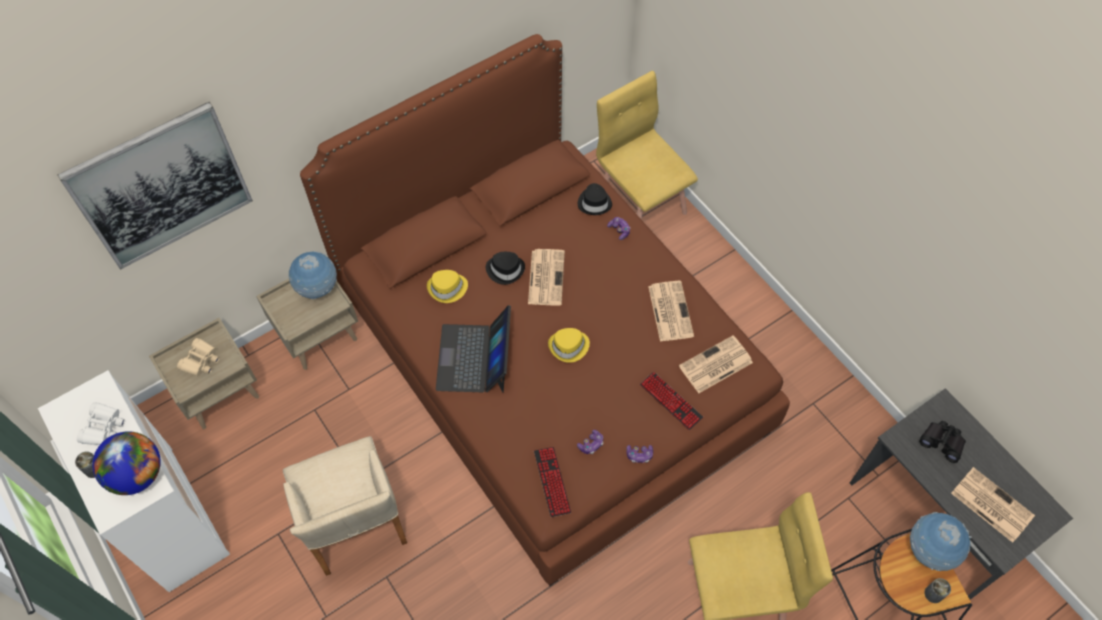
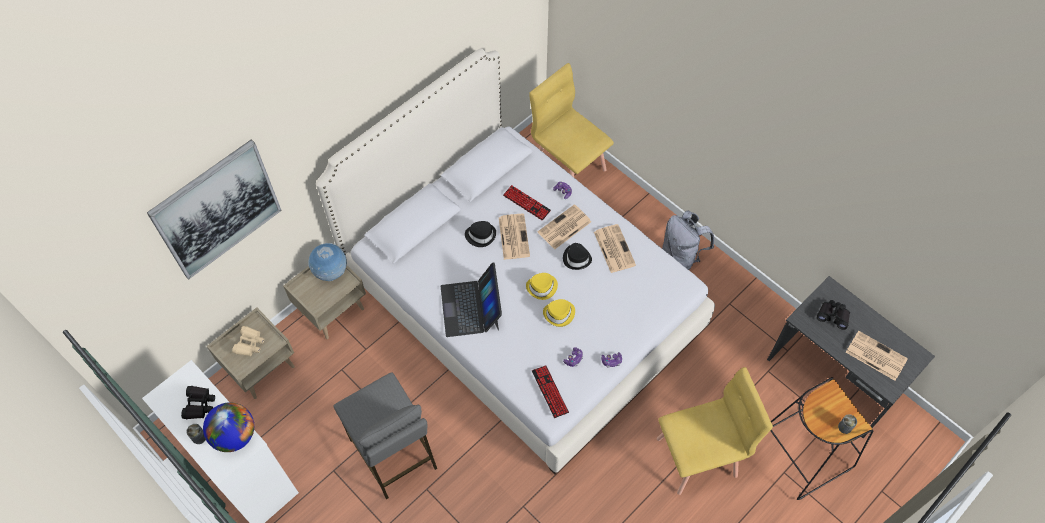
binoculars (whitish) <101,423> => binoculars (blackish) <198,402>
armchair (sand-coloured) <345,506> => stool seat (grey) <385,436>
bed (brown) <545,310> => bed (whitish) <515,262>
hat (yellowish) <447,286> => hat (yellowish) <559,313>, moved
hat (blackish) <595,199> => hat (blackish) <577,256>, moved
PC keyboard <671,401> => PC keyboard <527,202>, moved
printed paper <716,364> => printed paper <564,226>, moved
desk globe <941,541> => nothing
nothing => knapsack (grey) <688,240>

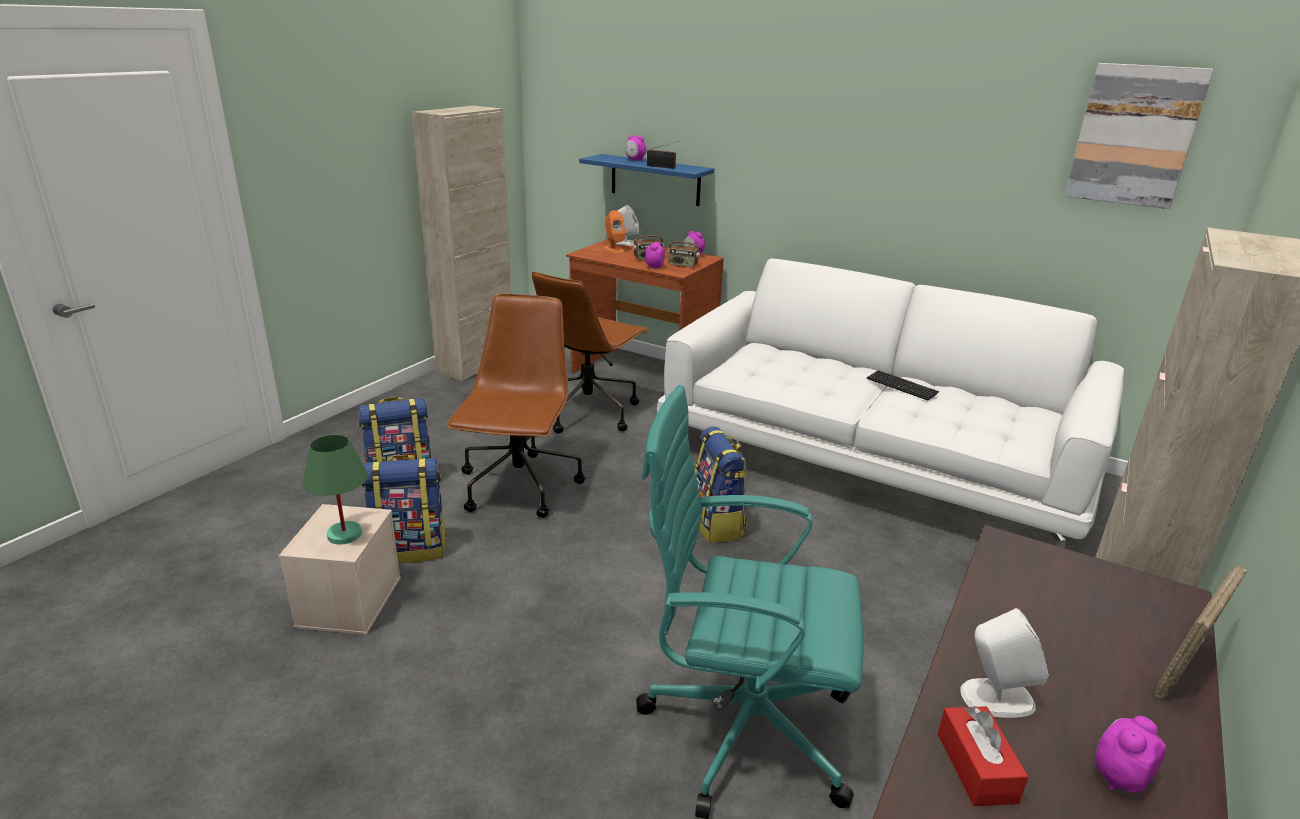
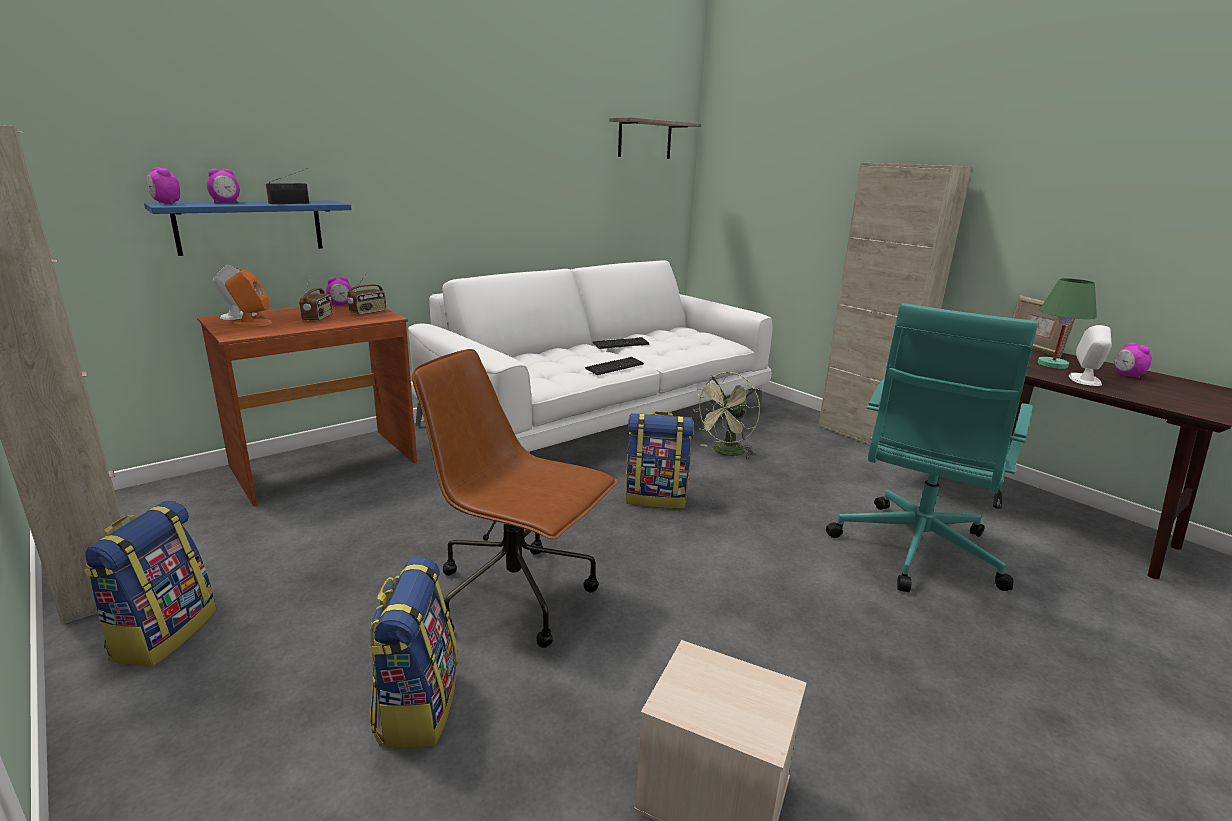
tabletop lamp (green) <335,489> => tabletop lamp (green) <1067,323>, moved
knapsack <404,509> => knapsack <150,583>, moved
desk chair (brown) <590,352> => nothing
bedside clock <655,255> => bedside clock <163,185>, moved
box of tissues (red) <983,756> => nothing
picture <1139,136> => wall shelf <655,138>
nothing => PC keyboard <614,366>
nothing => cooling fan (green) <726,416>

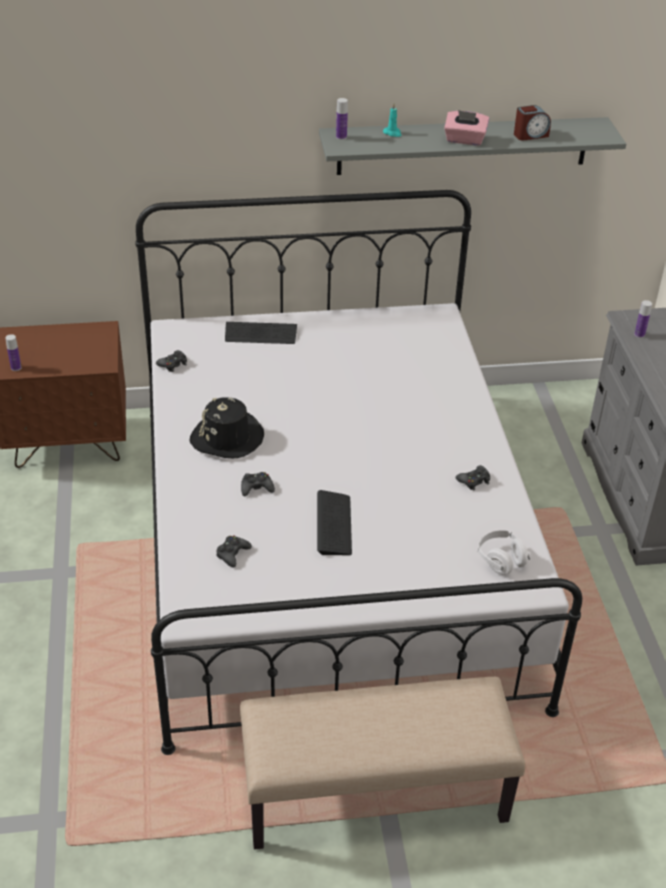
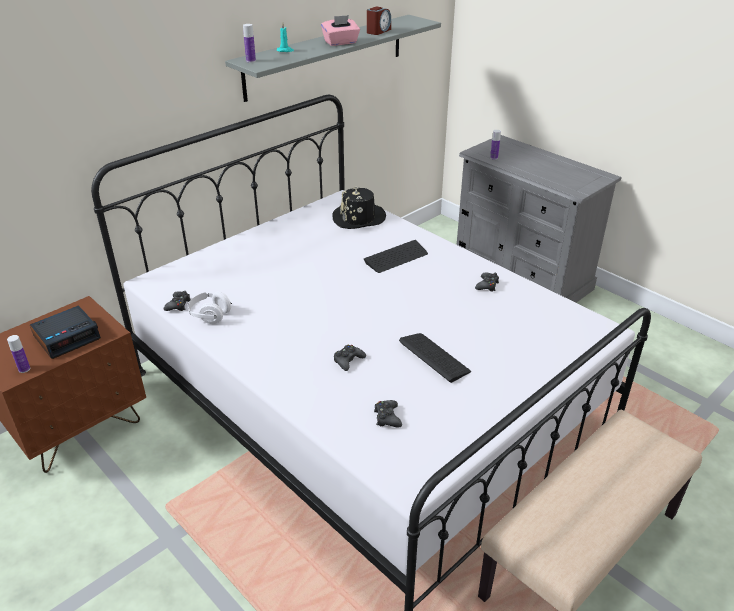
hat (blackish) <227,427> => hat (blackish) <359,208>, moved
PC keyboard <261,333> => PC keyboard <396,256>, moved
headphones (whitish) <504,552> => headphones (whitish) <209,308>, moved
nothing => bedside clock <65,332>

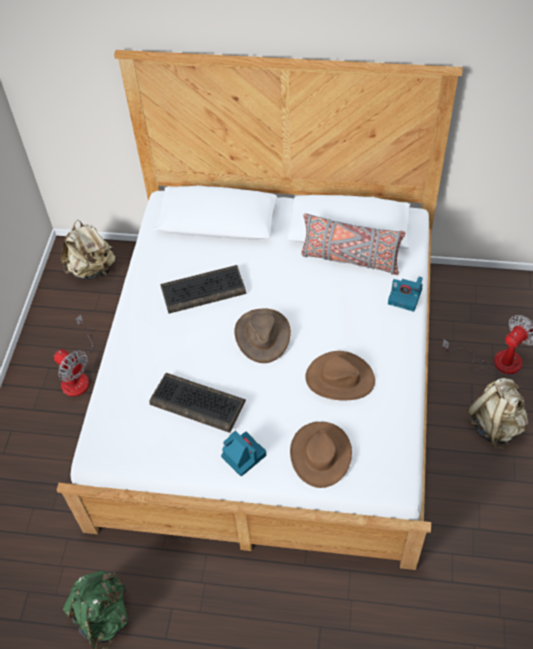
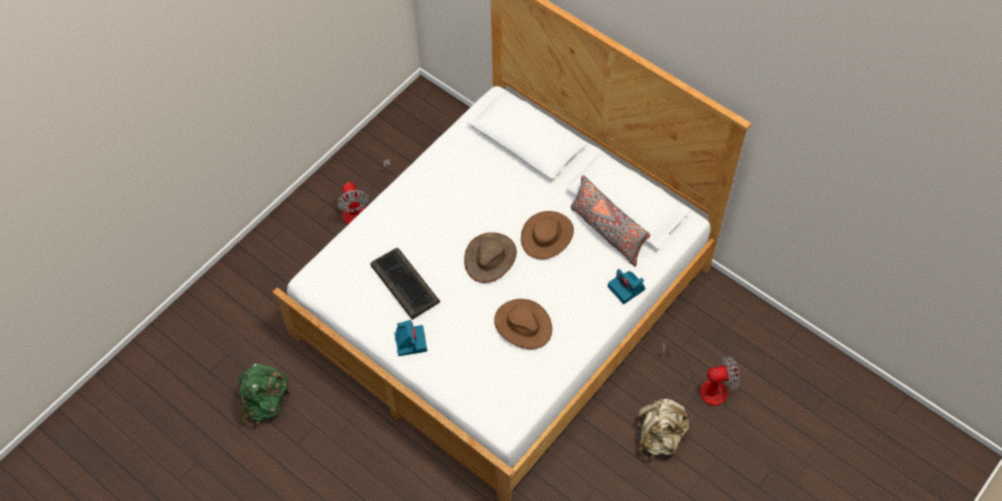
knapsack (sand-coloured) <88,249> => nothing
PC keyboard <203,289> => nothing
hat (brown) <321,455> => hat (brown) <547,235>, moved

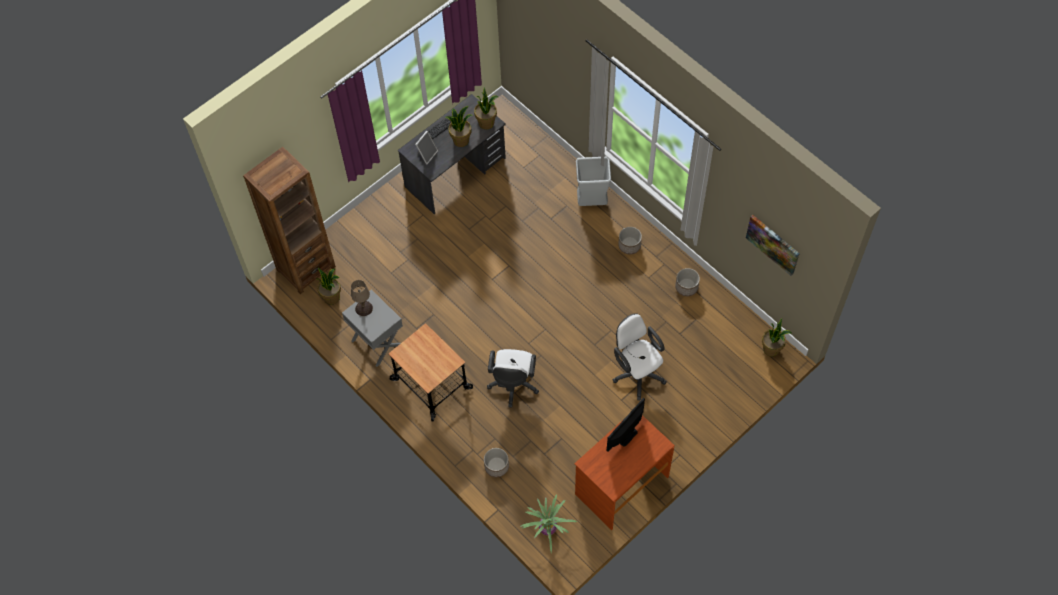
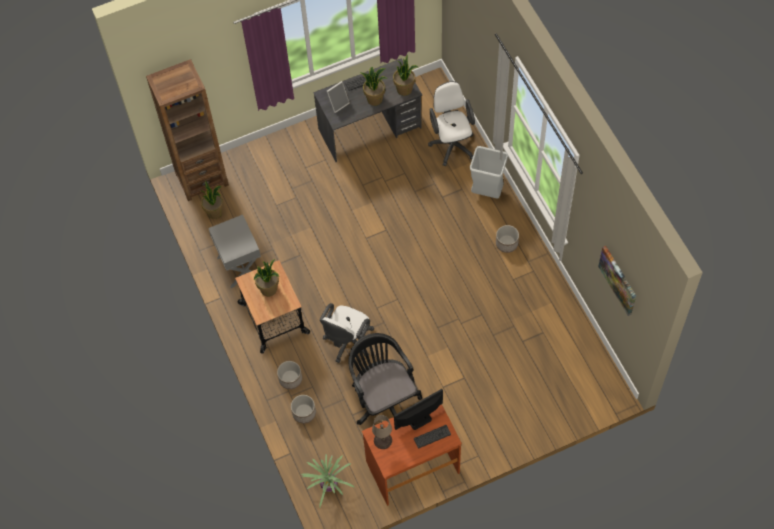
tabletop lamp (sand-coloured) <362,298> => tabletop lamp (sand-coloured) <382,432>, moved
desk chair (whitish) <640,356> => desk chair (whitish) <451,123>, moved
flower pot <687,282> => flower pot <289,375>, moved
houseplant <777,337> => houseplant <266,278>, moved
nothing => desk chair (blackish) <385,379>
nothing => PC keyboard <432,437>

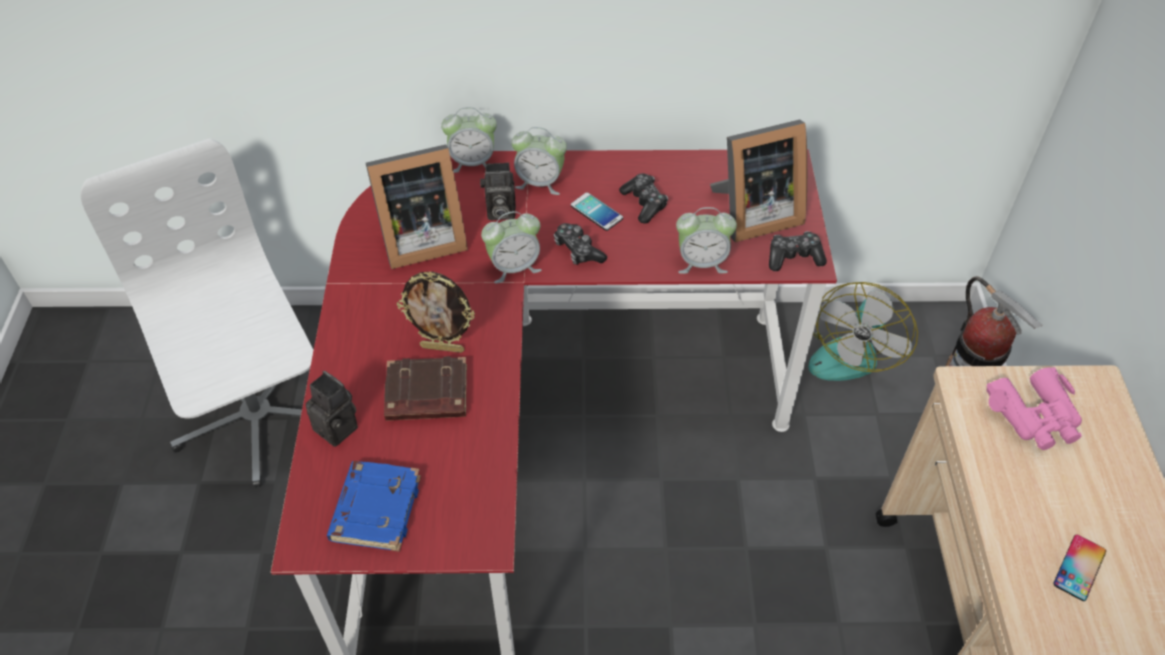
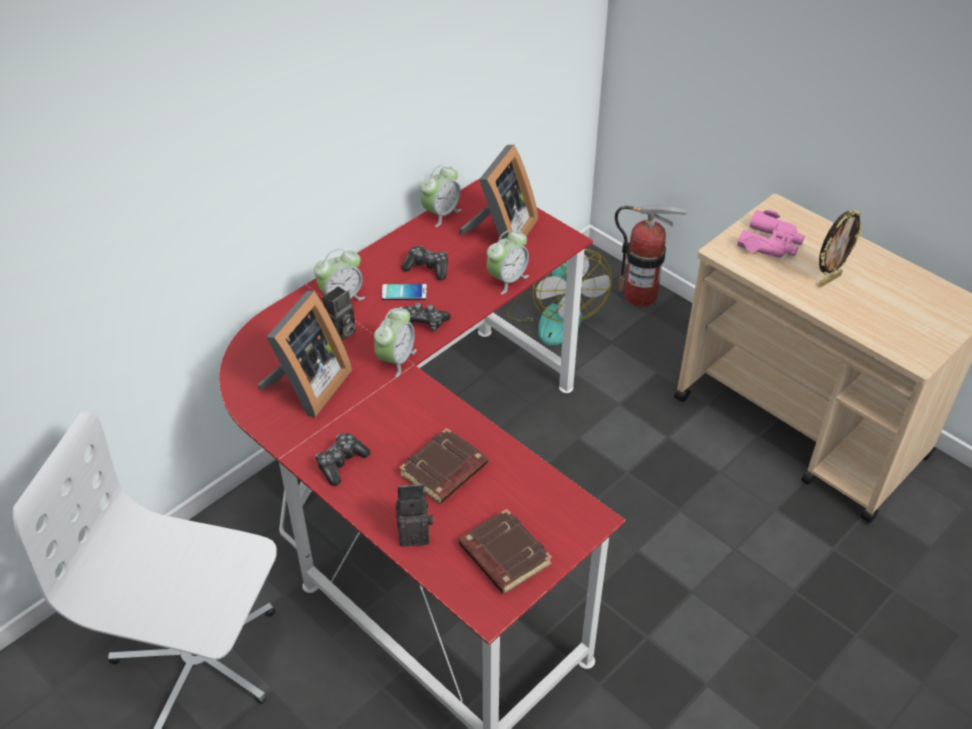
book (blue) <374,506> => book (brown) <505,551>
photo frame <436,312> => photo frame <840,248>, moved
bedside clock <469,140> => bedside clock <441,196>, moved
game controller <798,251> => game controller <342,459>, moved
phone <1079,568> => nothing

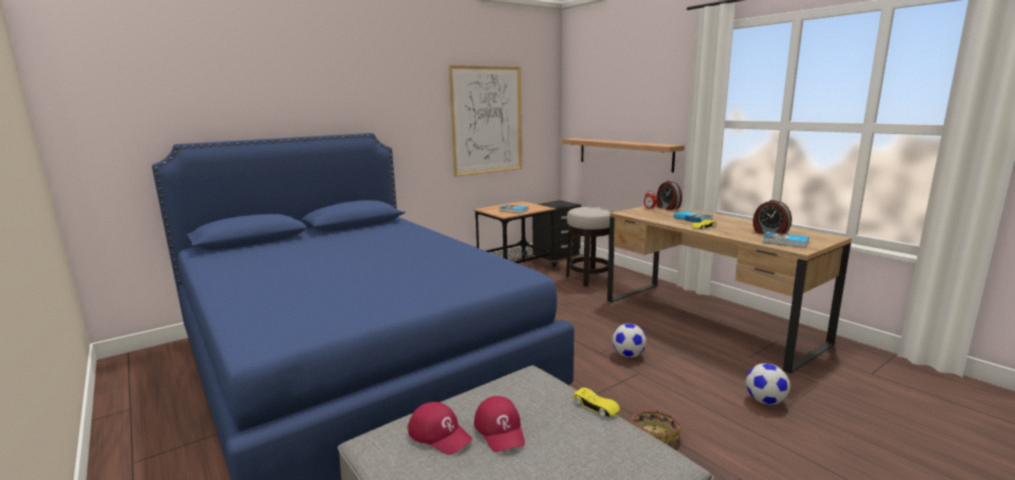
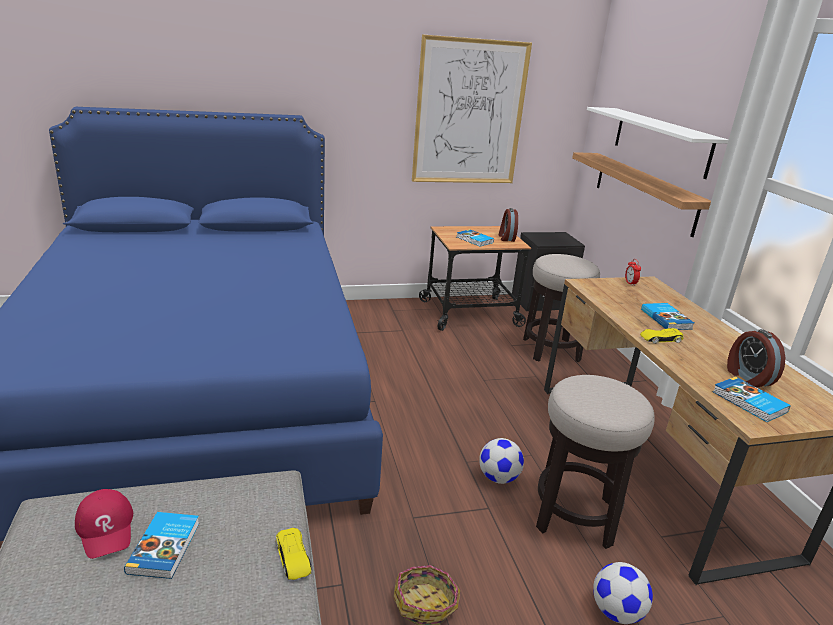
baseball cap (red) <499,424> => book <161,545>
bedside clock <669,195> => bedside clock <508,225>, moved
nothing => stool seat <595,462>
nothing => wall shelf (whitish) <657,143>

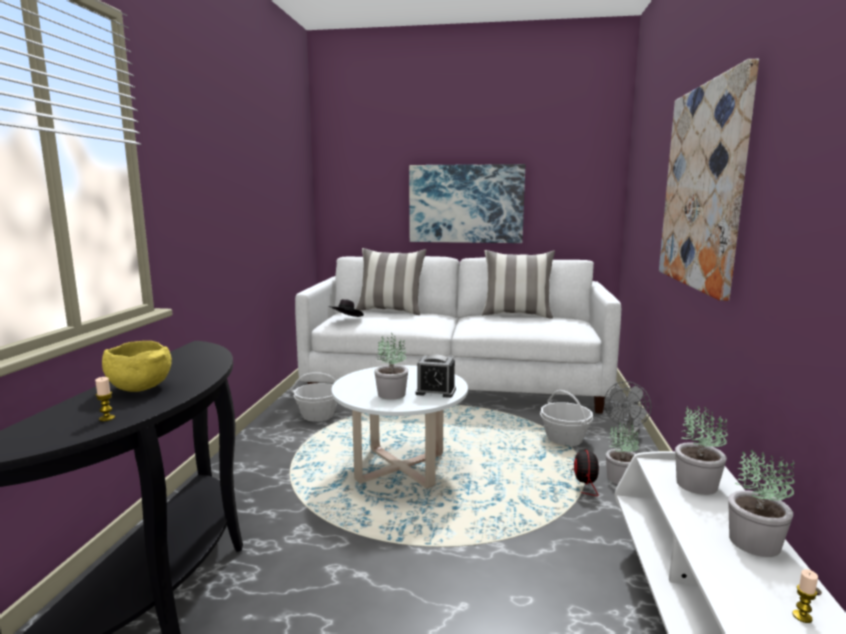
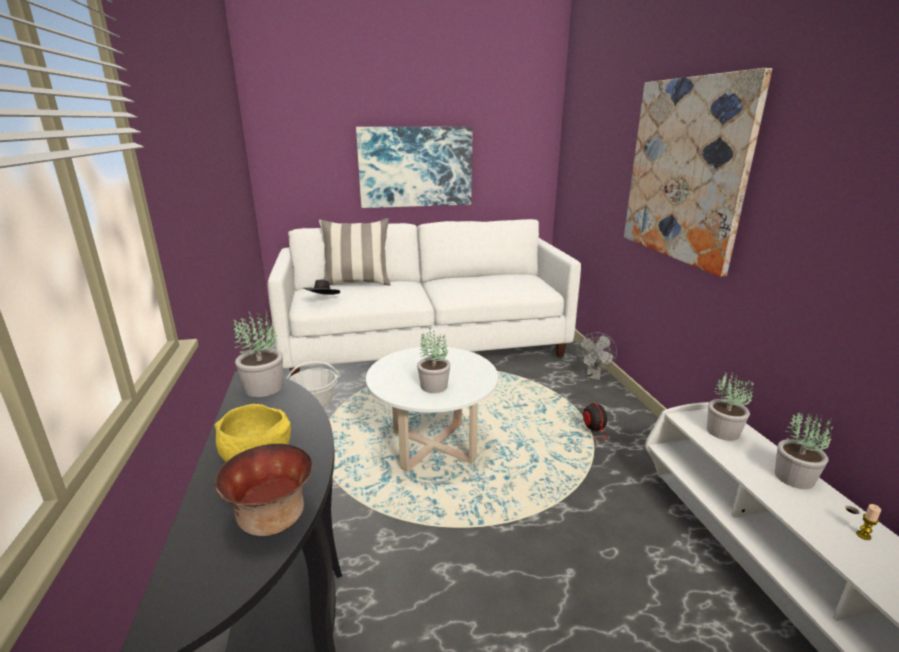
wax candle <105,399> => serving bowl <264,490>
bedside clock <436,376> => nothing
cushion <518,284> => nothing
household basket <566,418> => nothing
houseplant <622,453> => houseplant <258,354>, moved

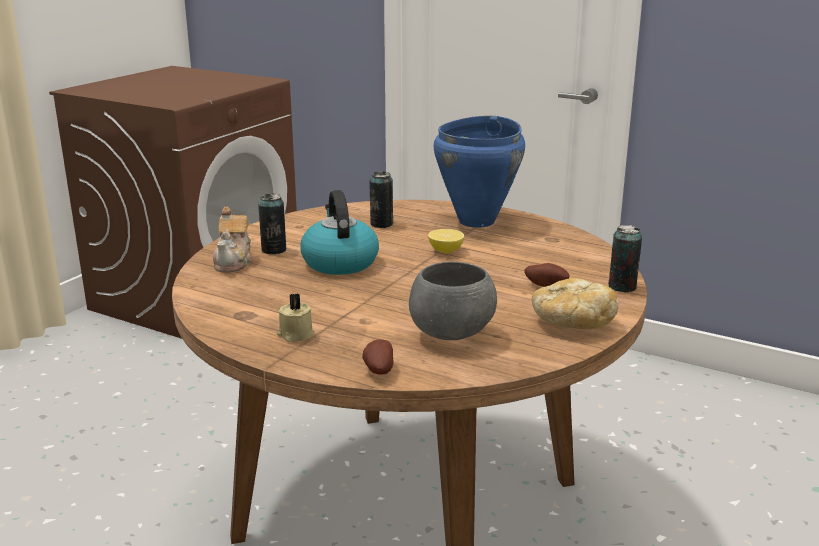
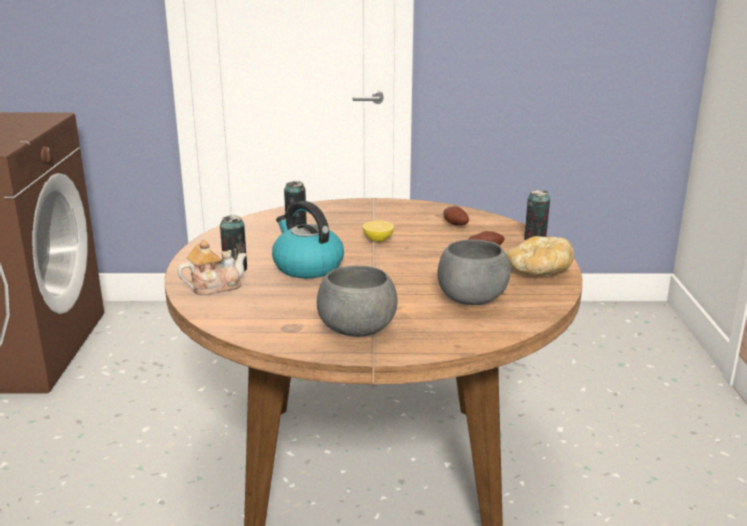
teapot <233,239> => teapot <212,267>, 90 degrees counterclockwise
wax candle (sand-coloured) <295,317> => serving bowl (grey) <357,301>
potato <378,357> => potato <456,216>, moved
cooking pot (blue) <479,172> => nothing

